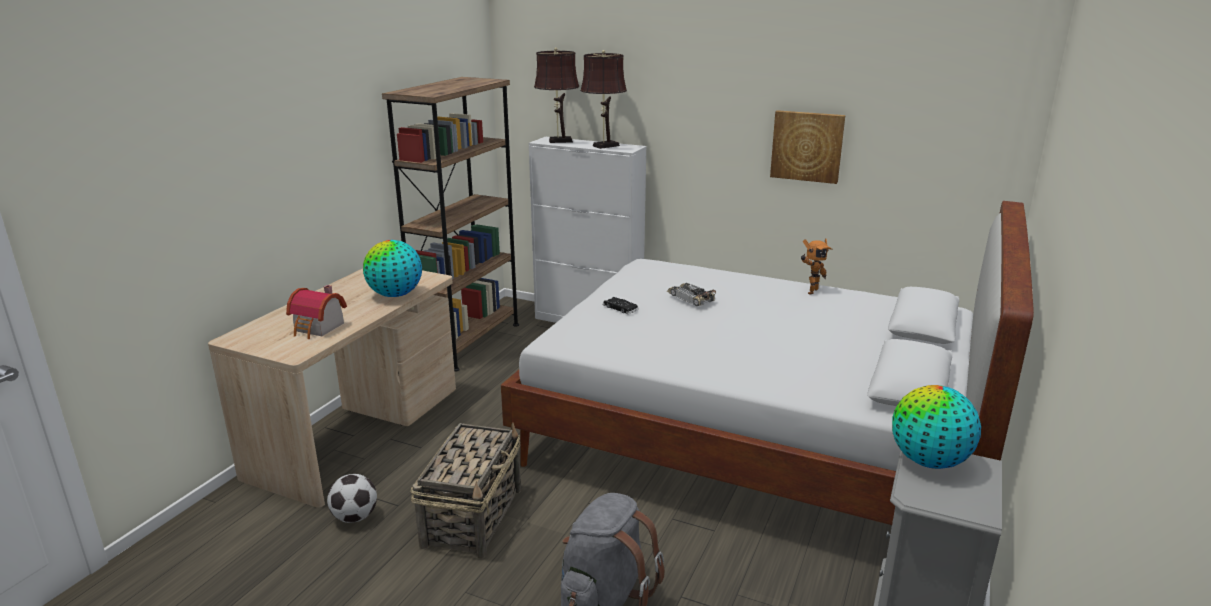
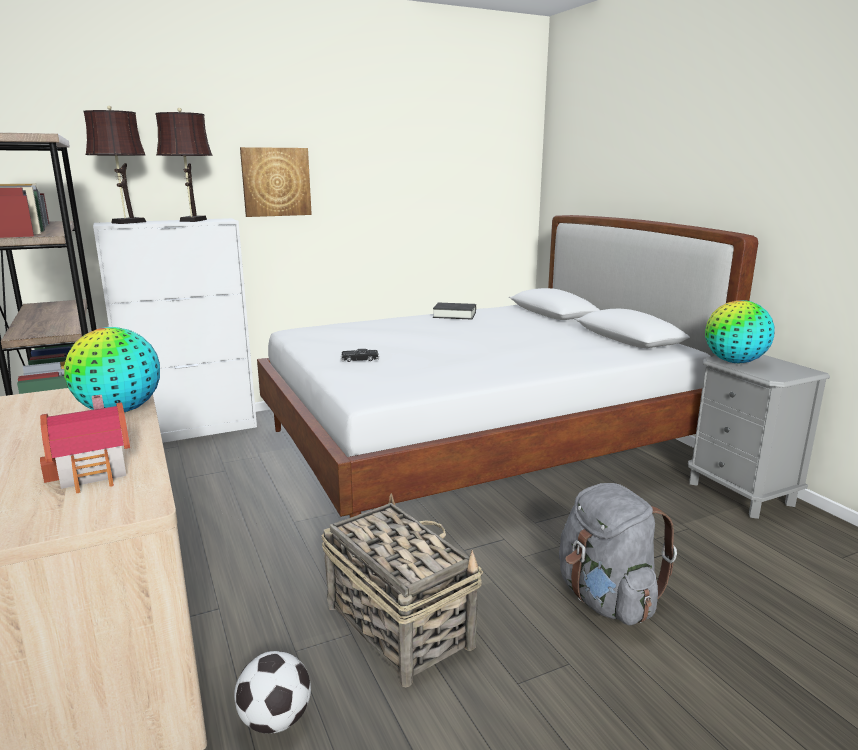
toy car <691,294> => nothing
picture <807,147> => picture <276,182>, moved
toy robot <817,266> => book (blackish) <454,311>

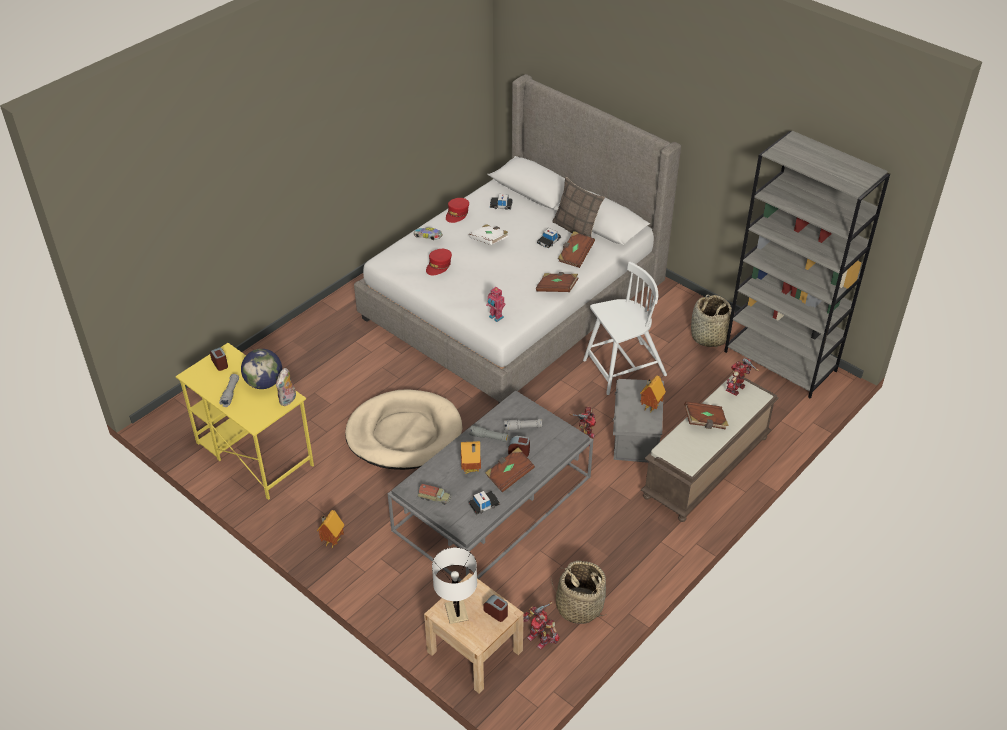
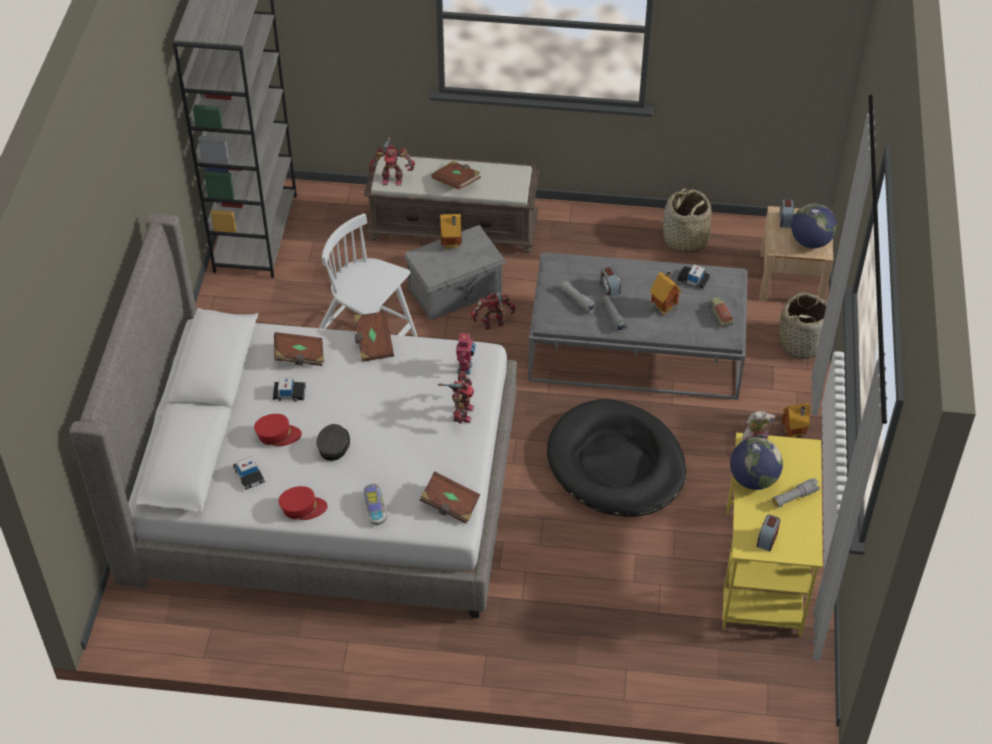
dog bed (sand-coloured) <404,429> => dog bed (blackish) <616,458>
baseball cap (red) <439,262> => baseball cap (red) <278,430>, moved
tabletop lamp (whitish) <454,585> => desk globe <814,226>
book (whitish) <489,234> => baseball cap (grey) <333,442>
book (brown) <510,469> => book (brown) <450,497>, moved
toy robot <541,626> => toy robot <456,397>, moved
cushion <578,207> => nothing
household basket <711,321> => household basket <803,325>, moved

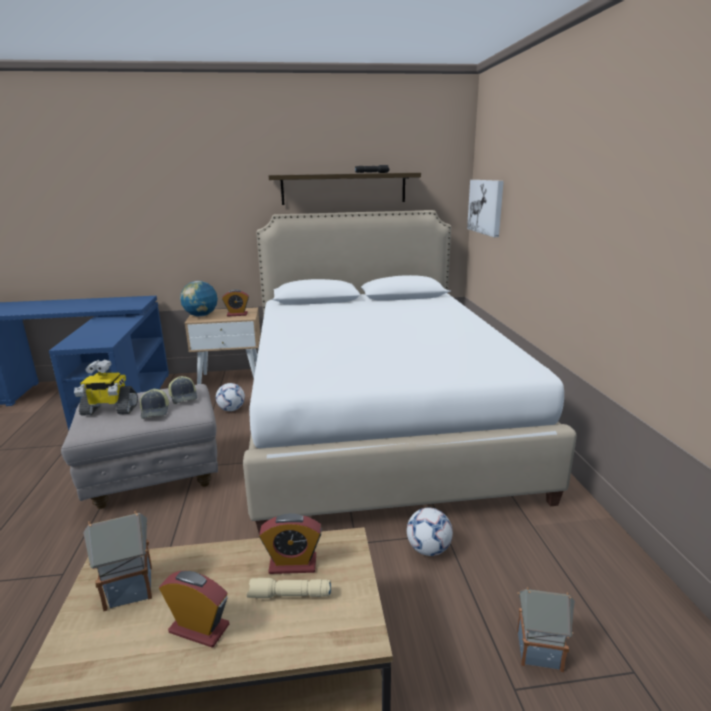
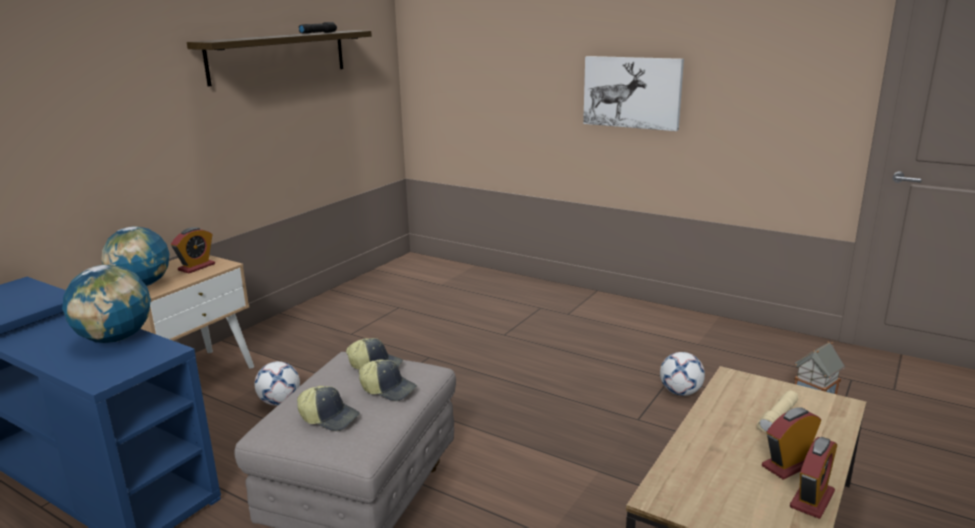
toy robot <106,388> => baseball cap <328,408>
model house <117,560> => nothing
bed (whitish) <410,372> => nothing
bedside clock <290,543> => bedside clock <813,478>, moved
picture <485,208> => picture <633,93>, moved
nothing => desk globe <106,304>

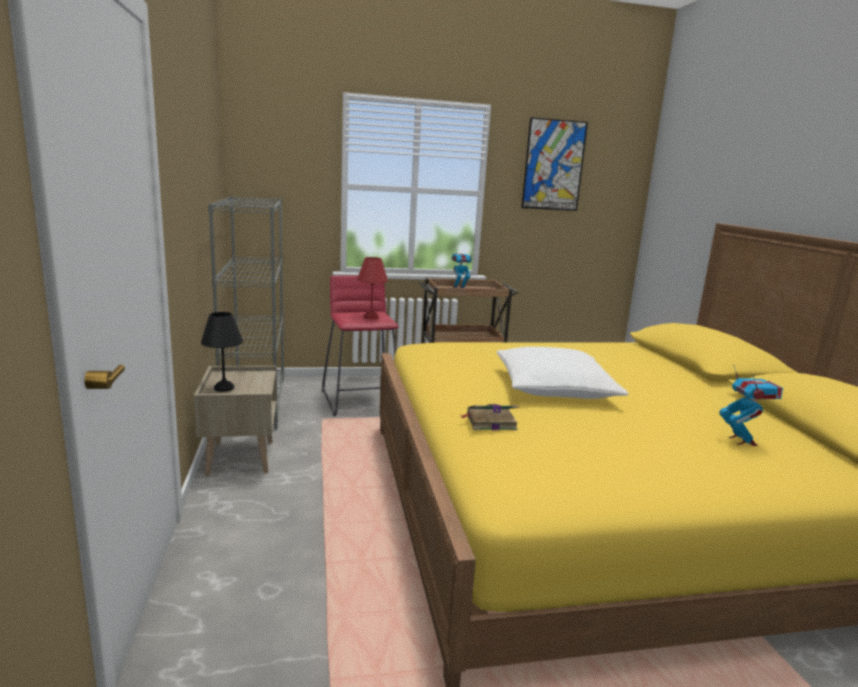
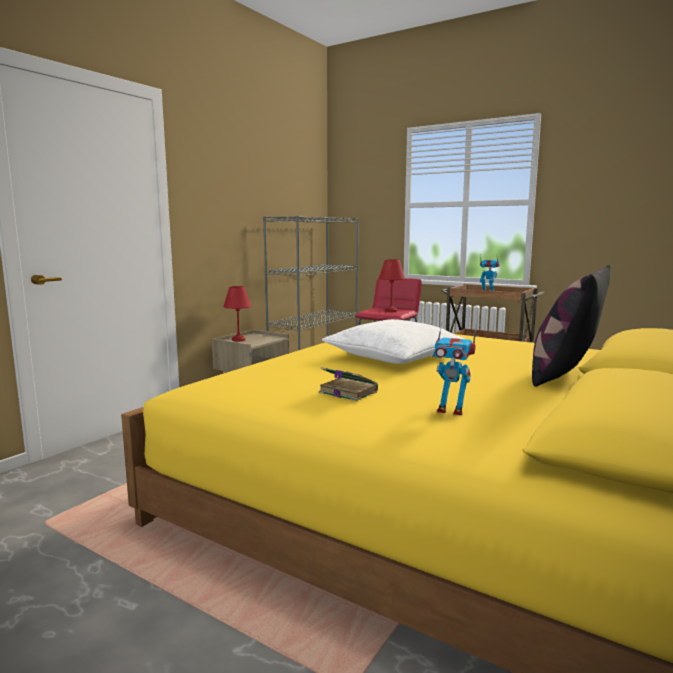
tabletop lamp (blackish) <222,352> => tabletop lamp (red) <237,314>
book <489,417> => book <348,384>, moved
picture <554,164> => nothing
toy robot <751,405> => toy robot <454,368>, 75 degrees clockwise
nothing => cushion <571,326>

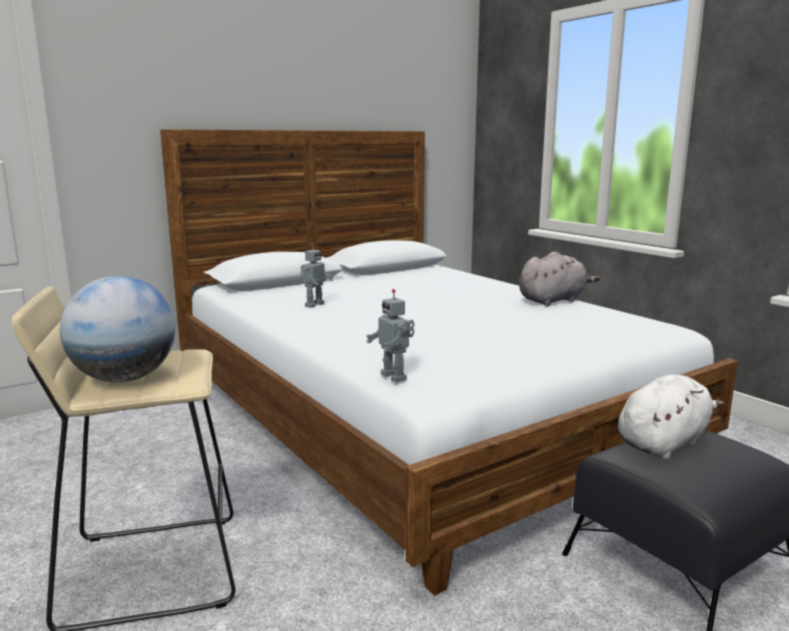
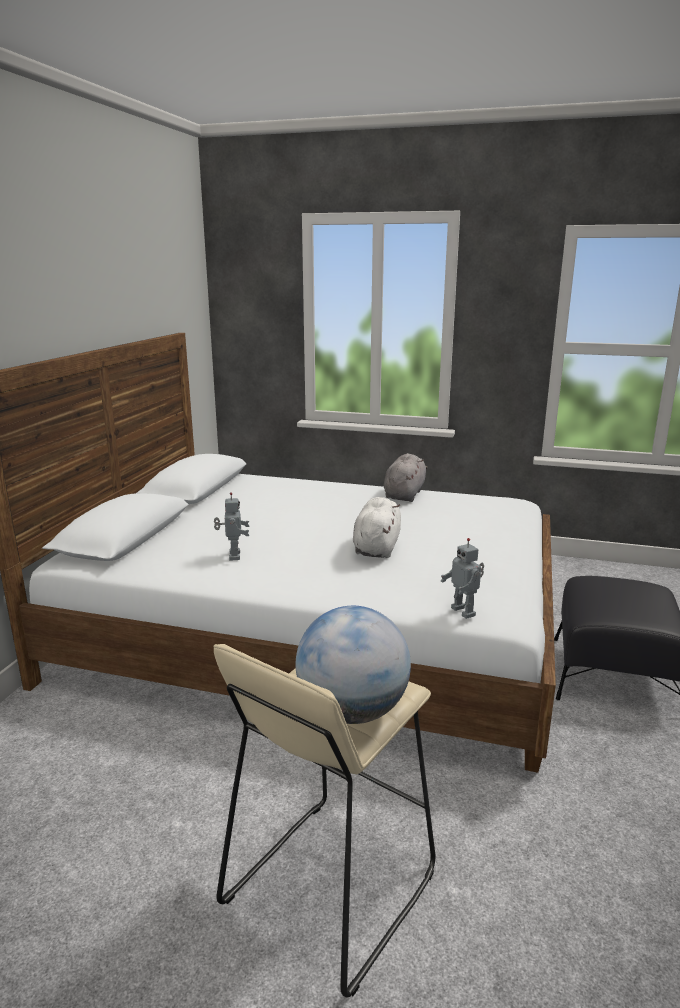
toy robot <390,336> => toy robot <462,578>, 45 degrees clockwise
cuddly toy (whitish) <671,417> => cuddly toy (whitish) <377,527>, moved

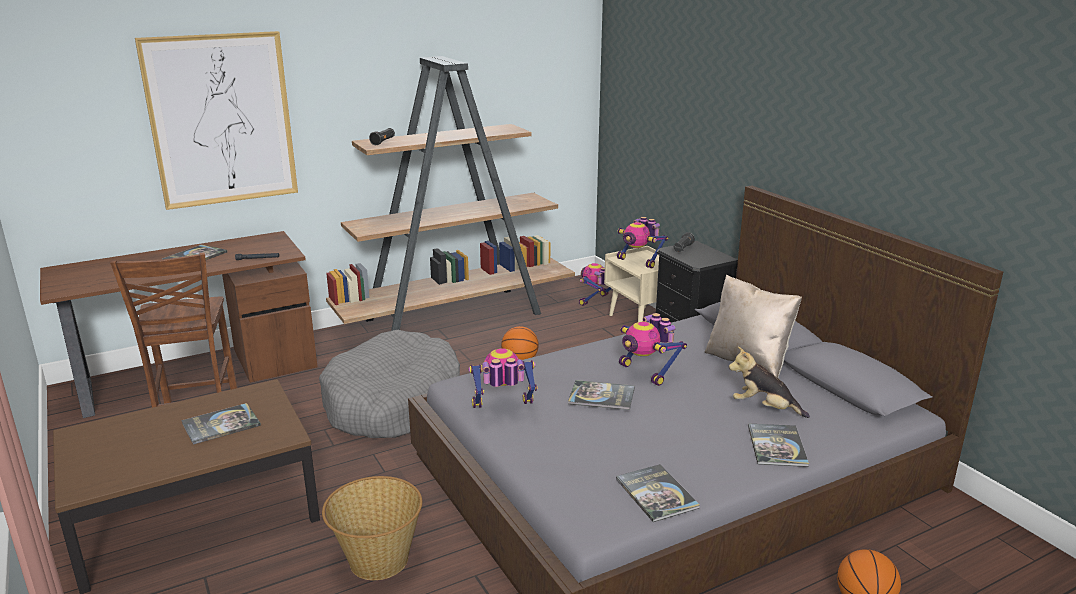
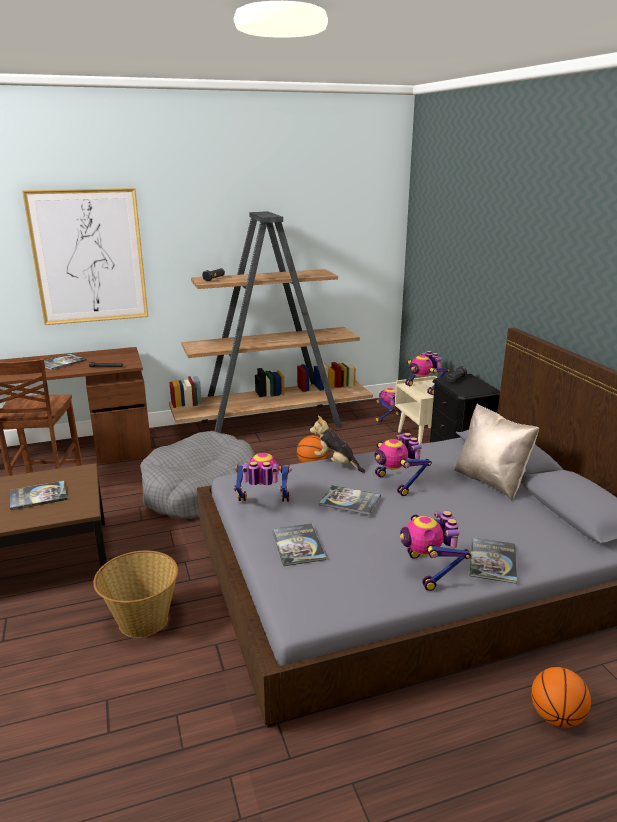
book <658,493> => book <299,545>, moved
cuddly toy <769,382> => cuddly toy <338,444>, moved
nothing => toy robot <435,551>

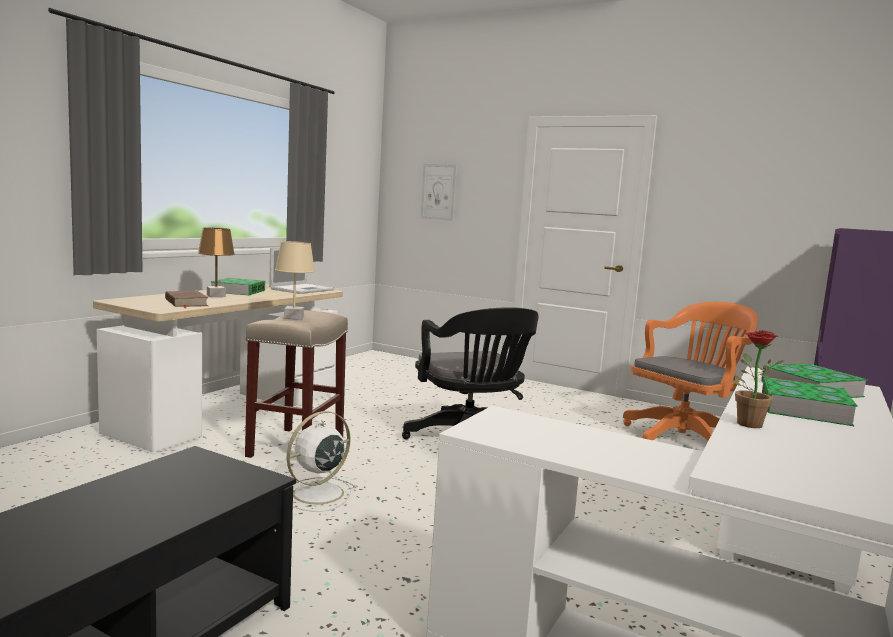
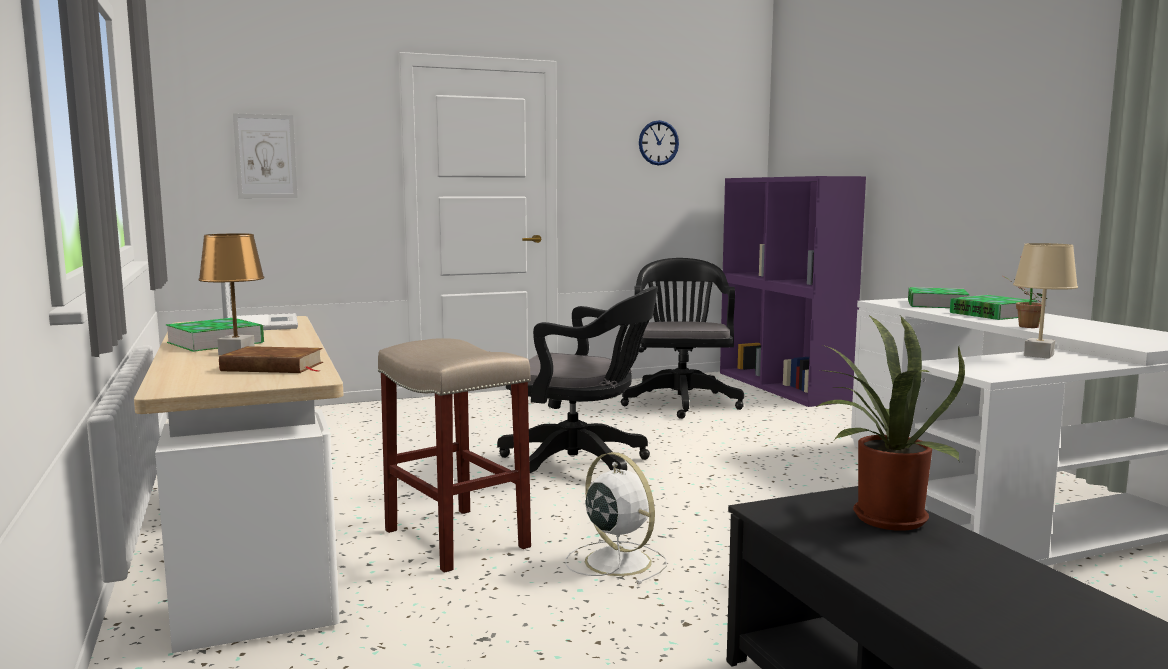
tabletop lamp (sand-coloured) <295,280> => tabletop lamp (sand-coloured) <1045,301>, moved
cooling fan (whitish) <322,461> => cooling fan (whitish) <616,518>, 150 degrees clockwise
desk chair (orange-coloured) <690,371> => desk chair (blackish) <682,338>
nothing => clock on the wall <659,142>
nothing => houseplant <890,423>

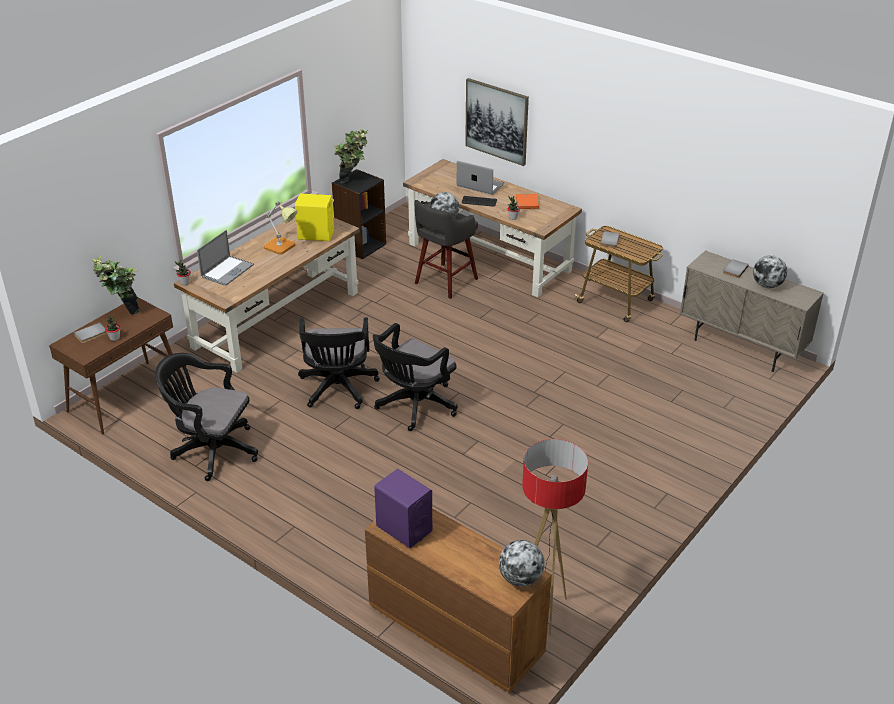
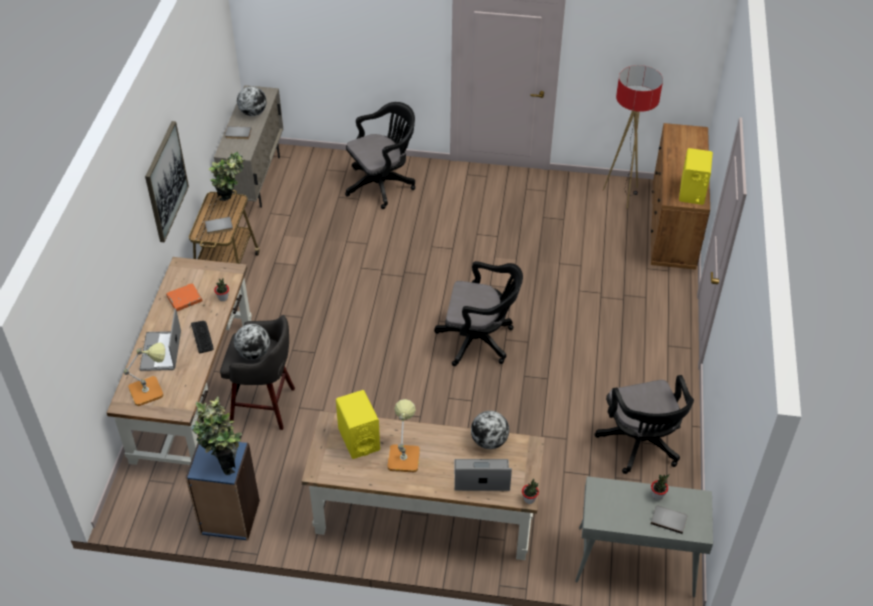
hall table (brown) <115,365> => hall table (grey) <644,536>
houseplant <115,285> => houseplant <227,176>, moved
desk chair (blackish) <339,363> => desk chair (blackish) <380,155>, moved
bookshelf (blackish) <359,214> => bookshelf (blue) <222,491>
loudspeaker (purple) <403,508> => loudspeaker (yellowish) <696,176>
picture <497,122> => picture <167,181>, moved
desk globe <522,563> => desk globe <490,430>, moved
nothing => tabletop lamp <144,374>

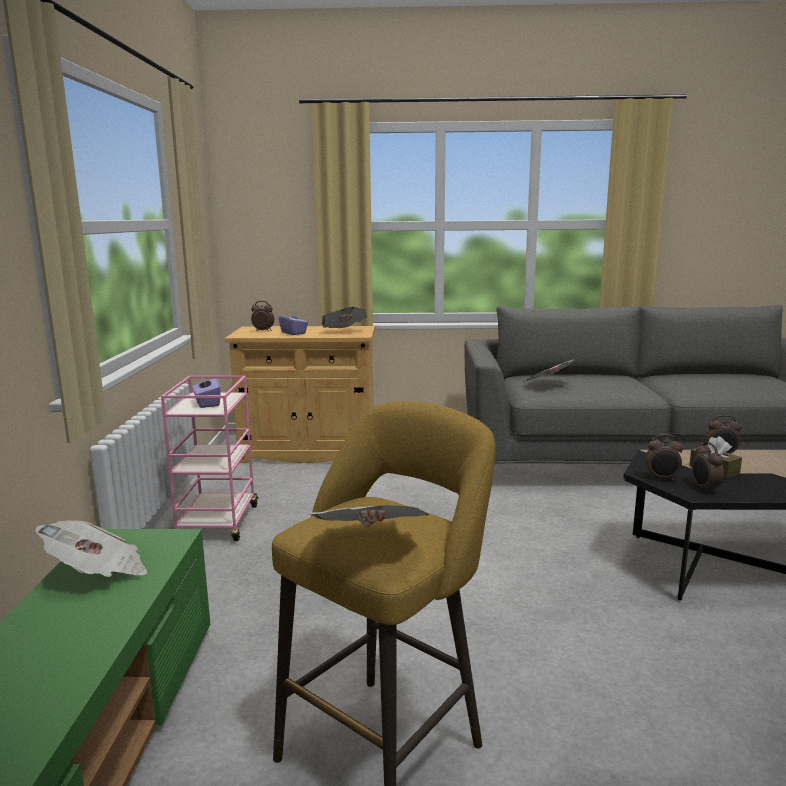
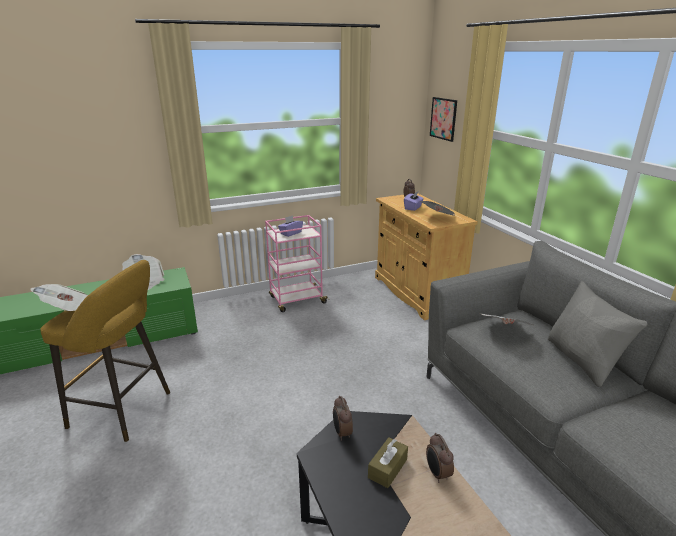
bedside clock <707,467> => nothing
nothing => picture <443,119>
nothing => cushion (grey) <598,334>

